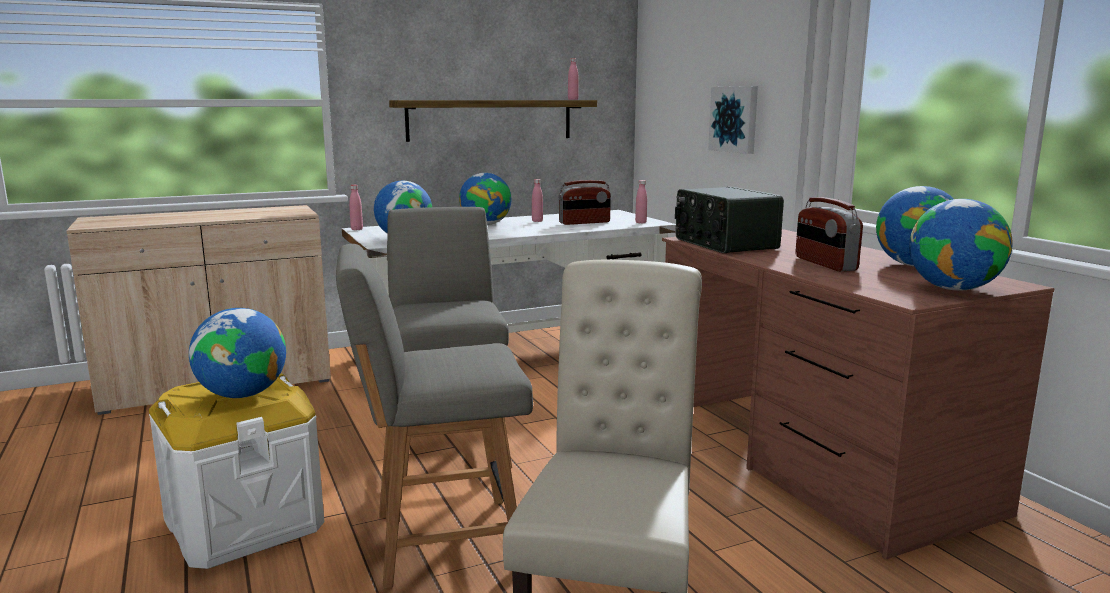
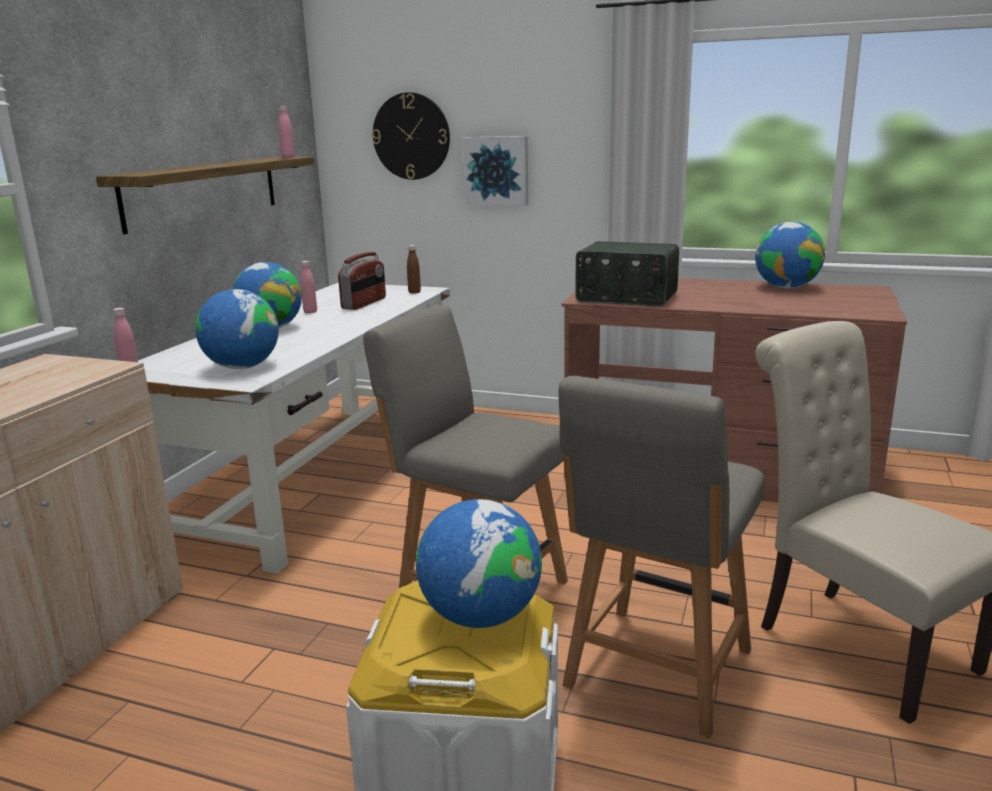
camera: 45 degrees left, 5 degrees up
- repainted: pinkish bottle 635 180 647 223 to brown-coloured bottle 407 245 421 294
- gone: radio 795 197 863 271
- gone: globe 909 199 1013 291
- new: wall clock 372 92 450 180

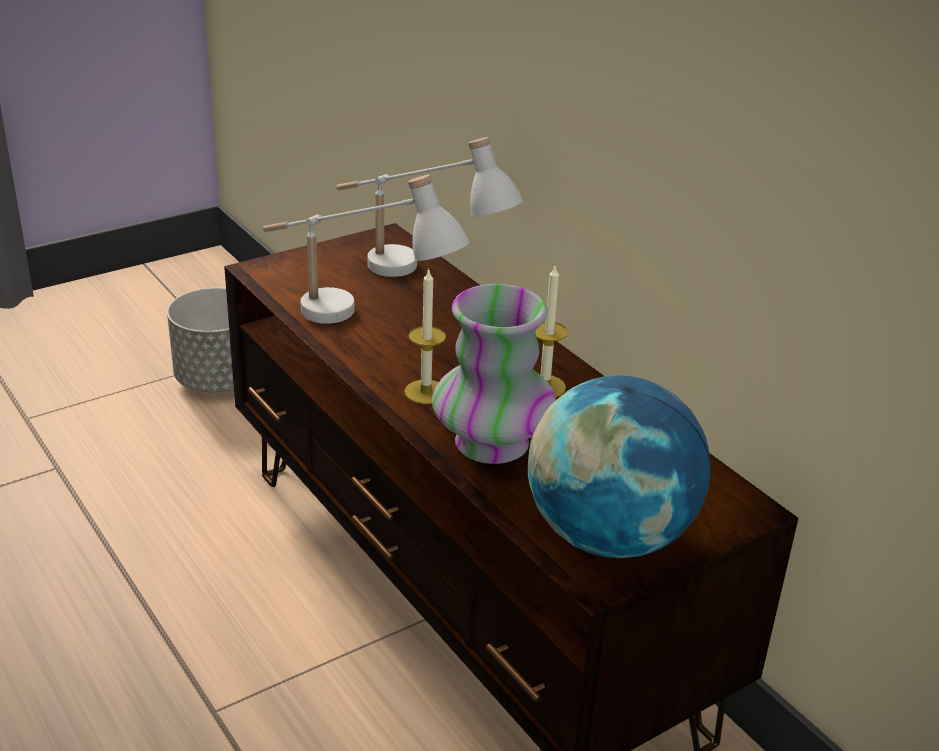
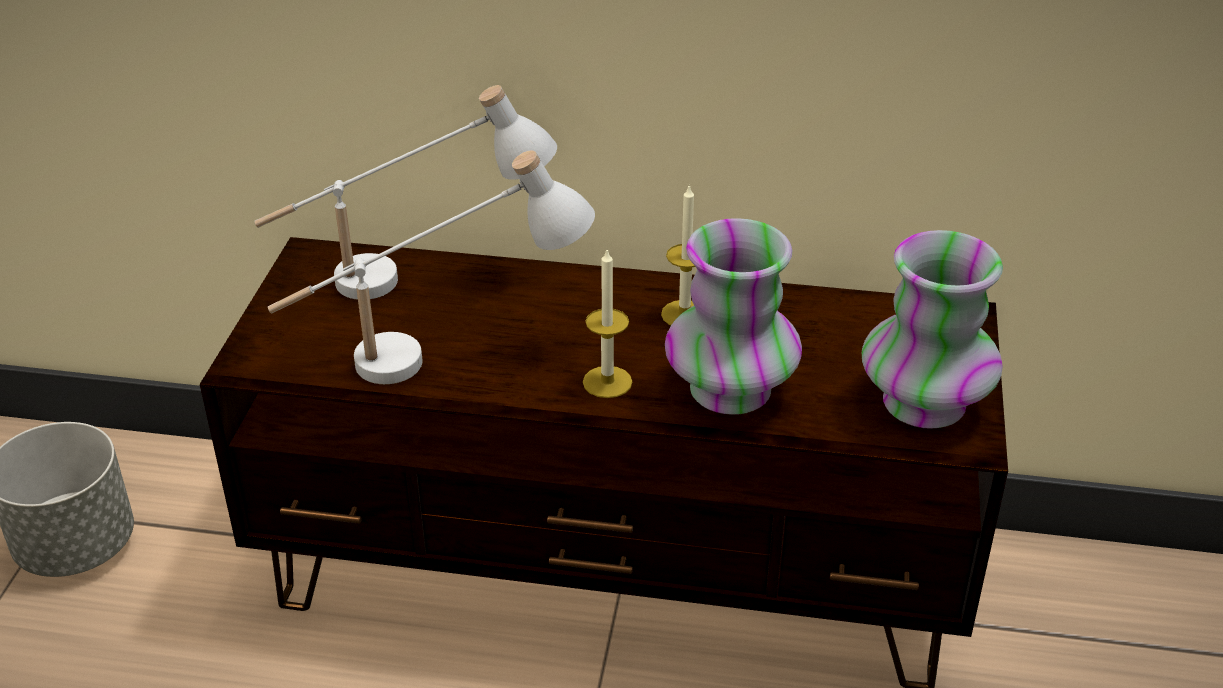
camera: 45 degrees left, 5 degrees up
- swapped: globe 528 375 711 558 to vase 862 230 1003 429

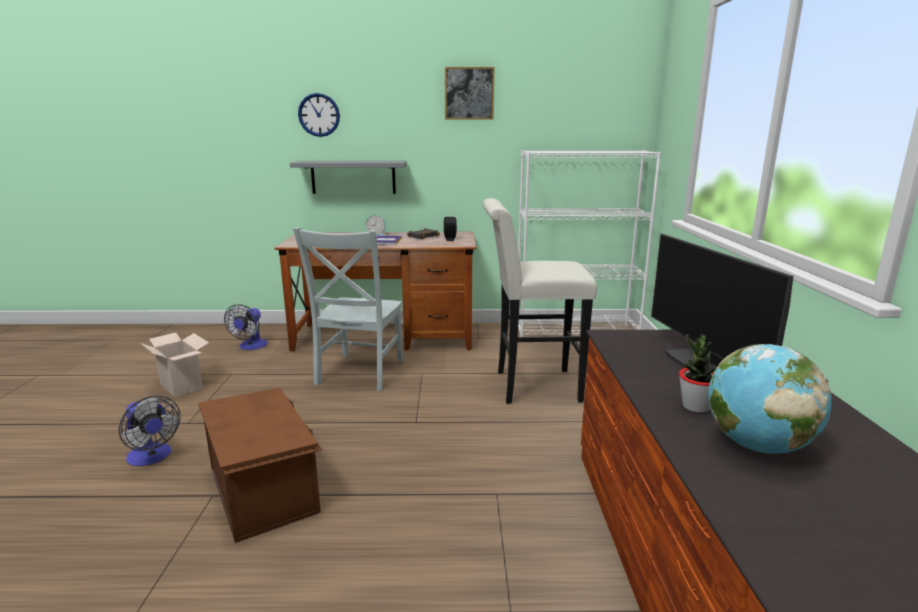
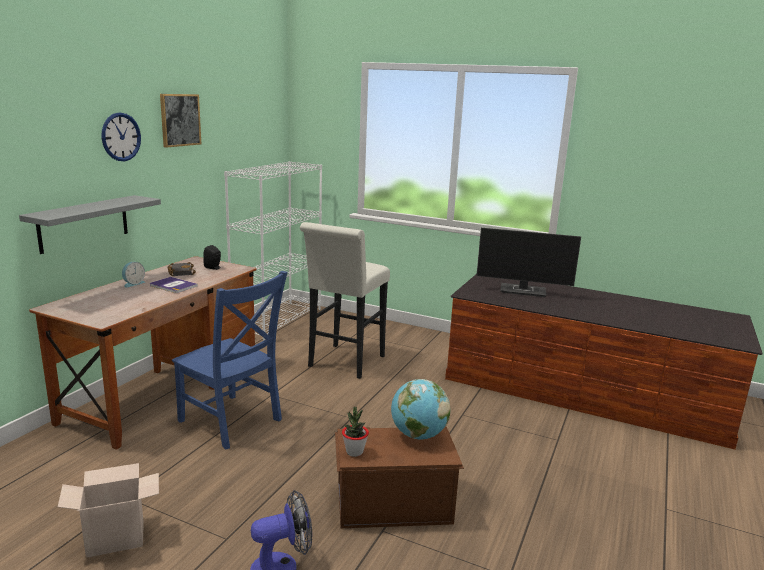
camera: 65 degrees left, 0 degrees up
- shifted: wall clock 298 93 340 137 to 101 113 141 161
- repainted: greyish plain chair 293 227 403 391 to bluish plain chair 172 271 288 450
- gone: cooling fan 224 304 268 350
- shifted: houseplant 679 335 717 413 to 342 407 369 457
- shifted: globe 708 344 832 454 to 391 379 450 439

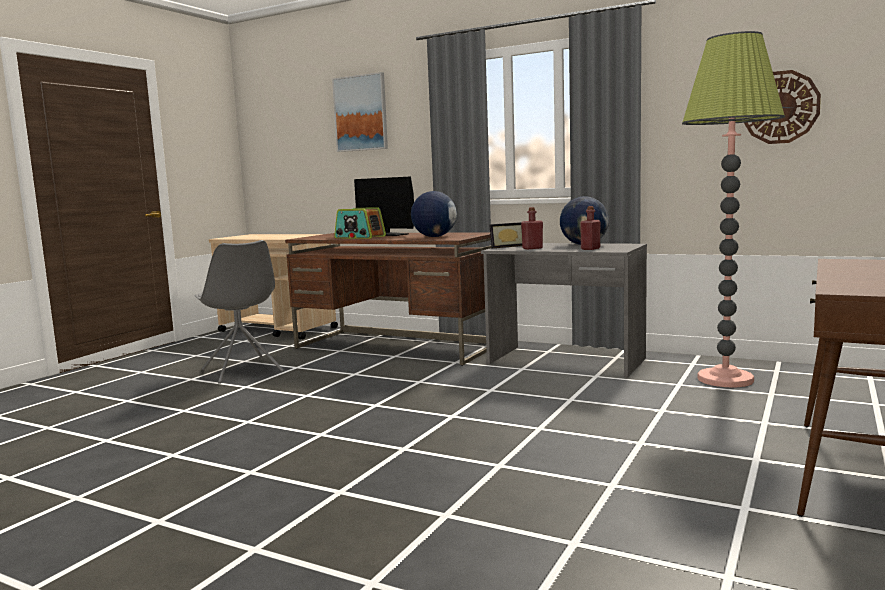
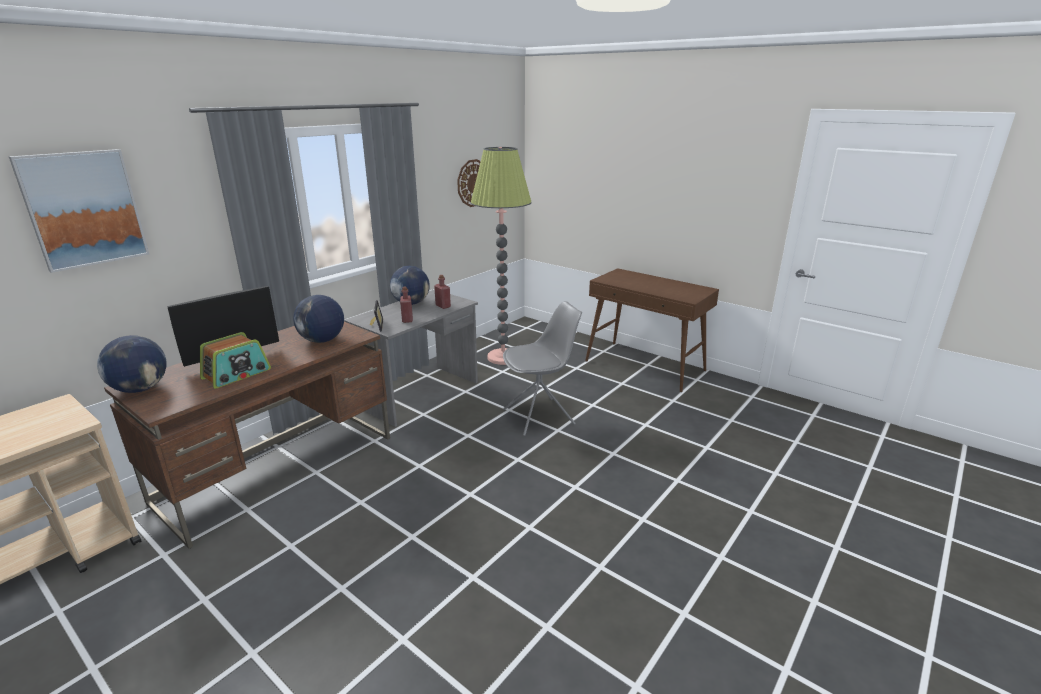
camera: 80 degrees left, 15 degrees up
- shifted: greyish plain chair 195 240 284 384 to 503 301 582 436
- new: globe 97 335 167 393

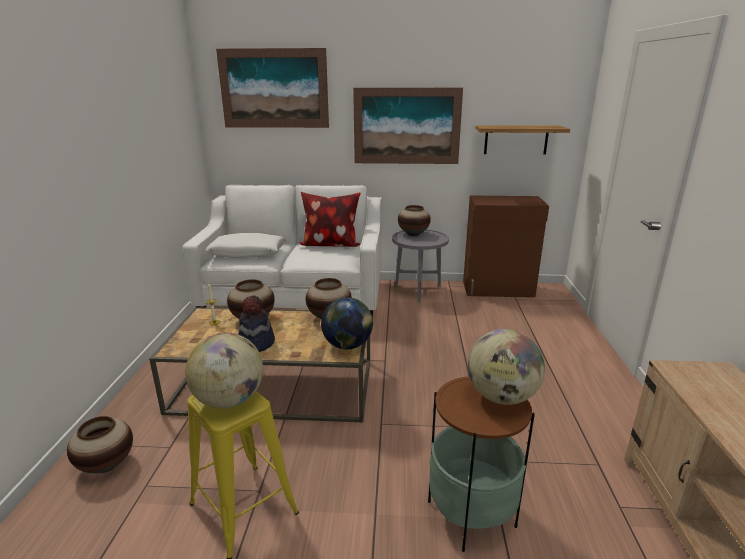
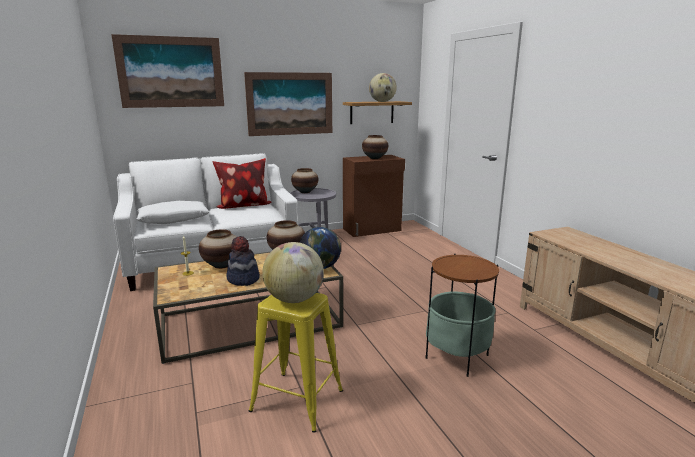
camera: 25 degrees left, 5 degrees down
- shifted: globe 468 329 545 405 to 369 73 397 102
- shifted: vase 67 416 133 473 to 362 135 388 159

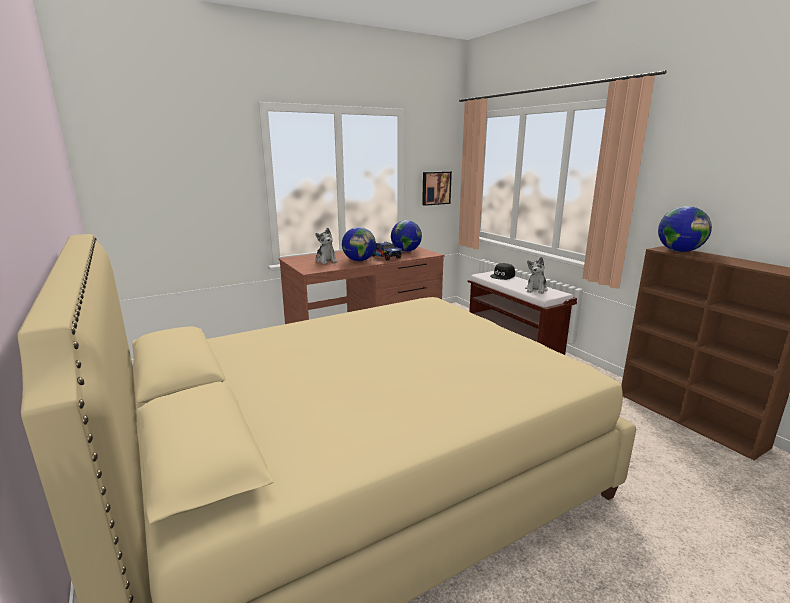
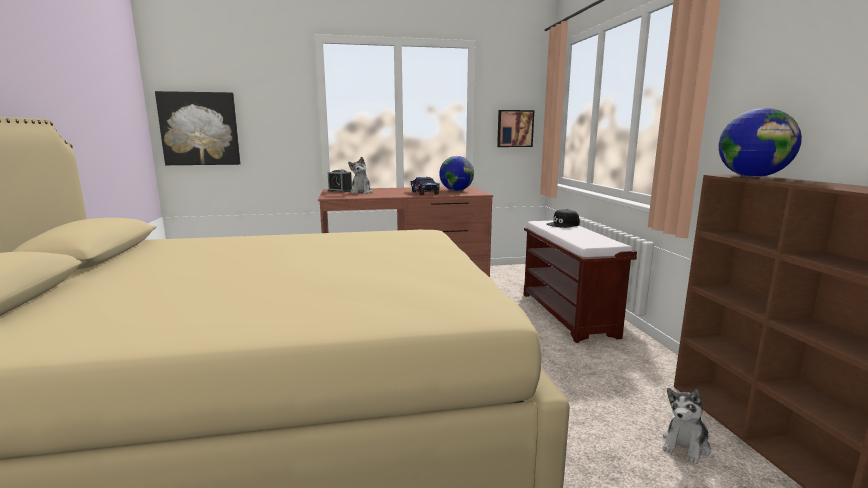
camera: 20 degrees right, 5 degrees down
- gone: globe 342 227 376 261
- shifted: plush toy 525 257 548 294 to 662 388 711 464
- new: wall art 155 91 241 165
- new: alarm clock 328 170 352 193

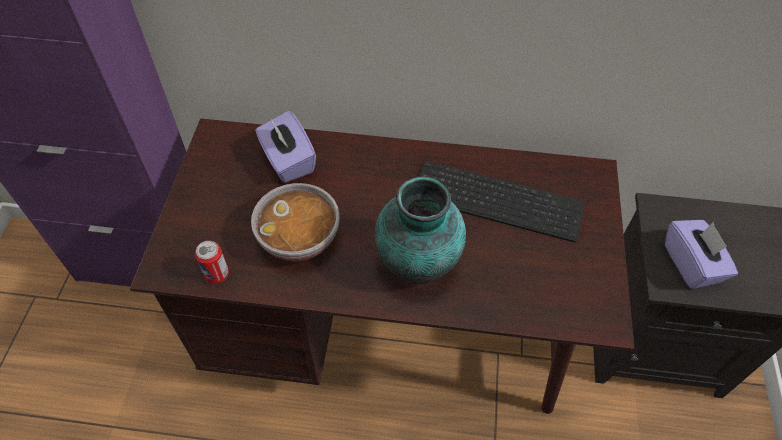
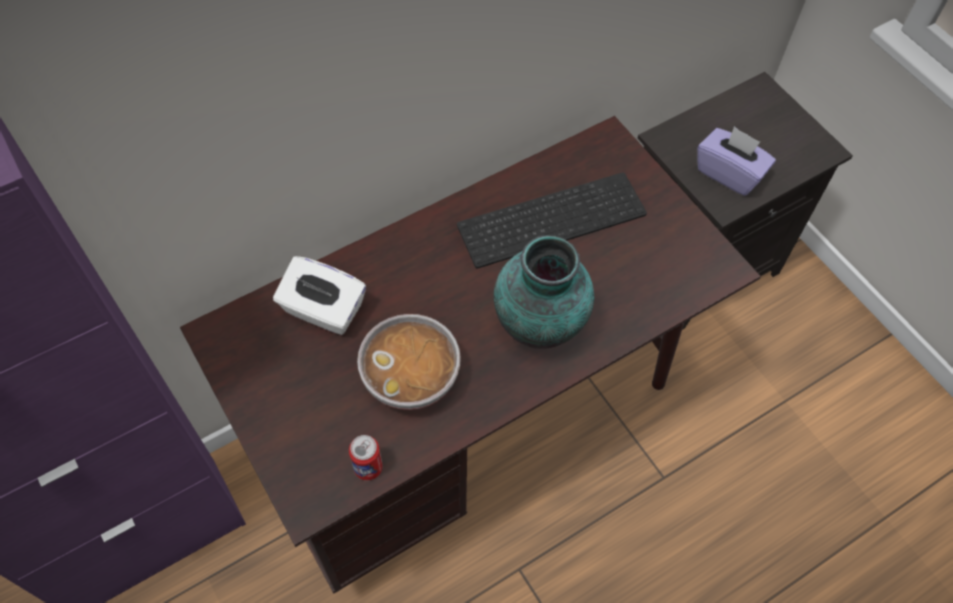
camera: 40 degrees left, 5 degrees up
- repainted: purple box of tissues 255 111 316 183 to white-coloured box of tissues 273 256 366 335

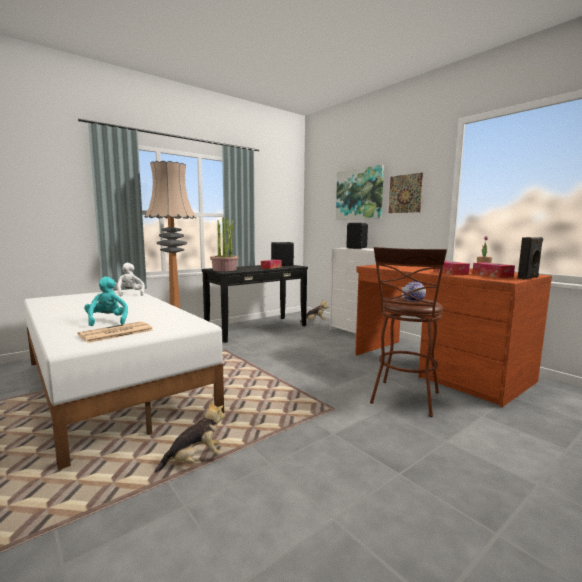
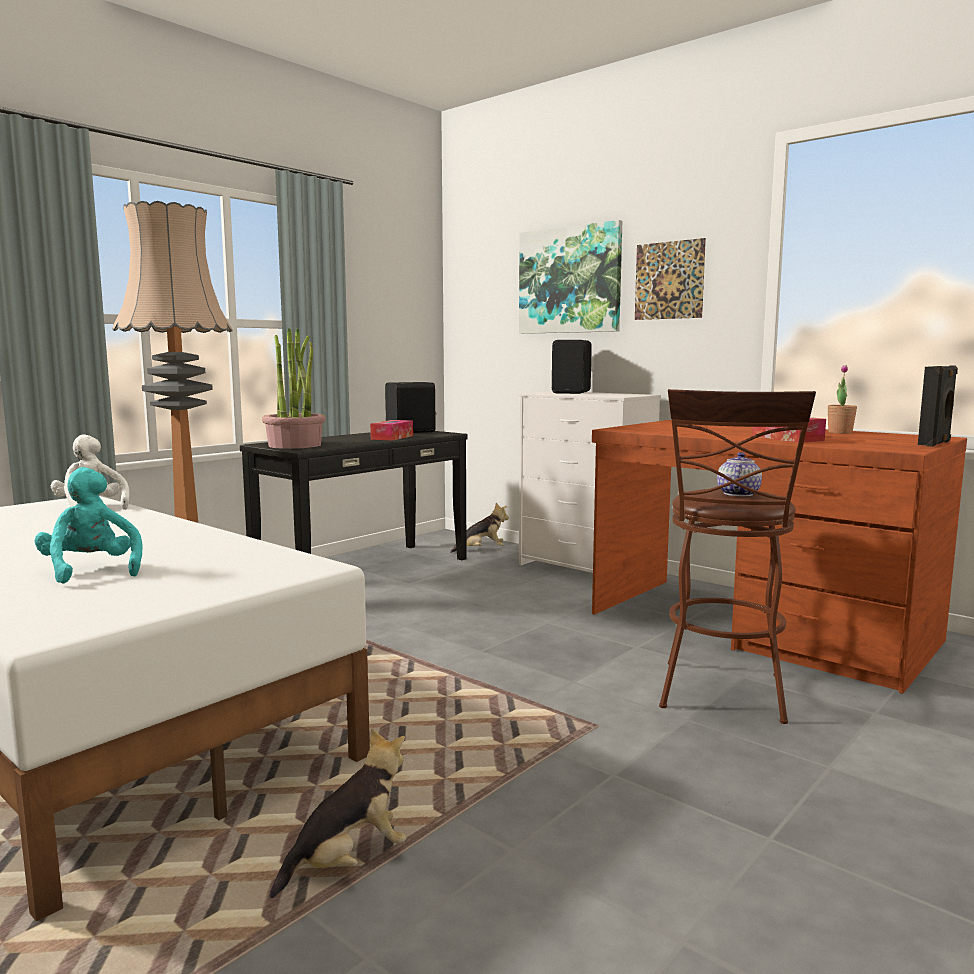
camera: 10 degrees left, 0 degrees up
- gone: box of tissues 472 262 515 278
- gone: daily paper 78 321 153 343

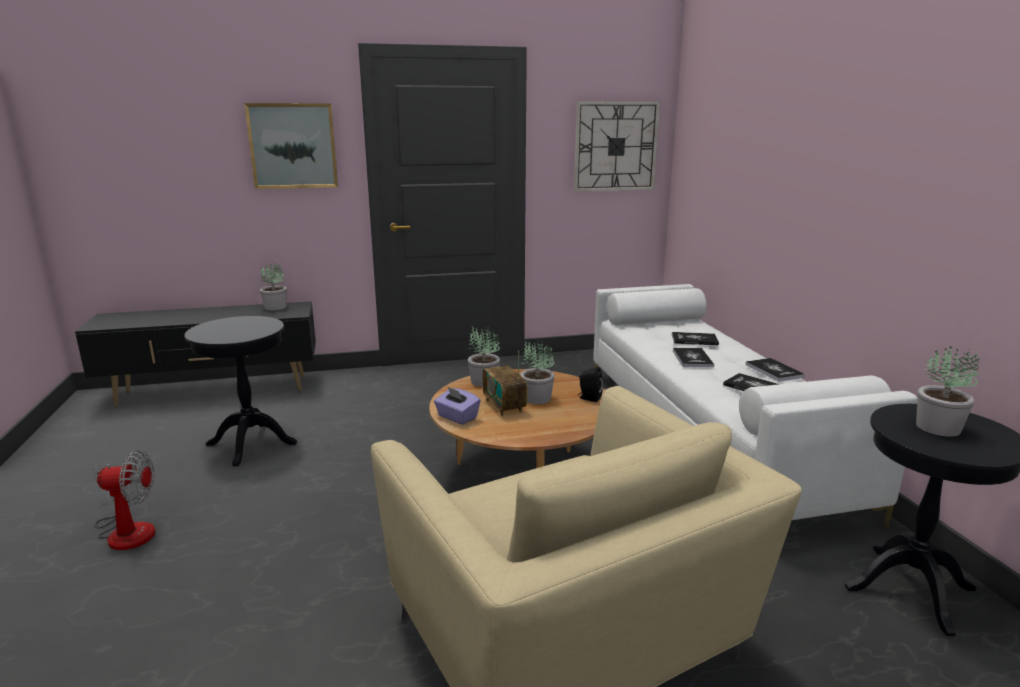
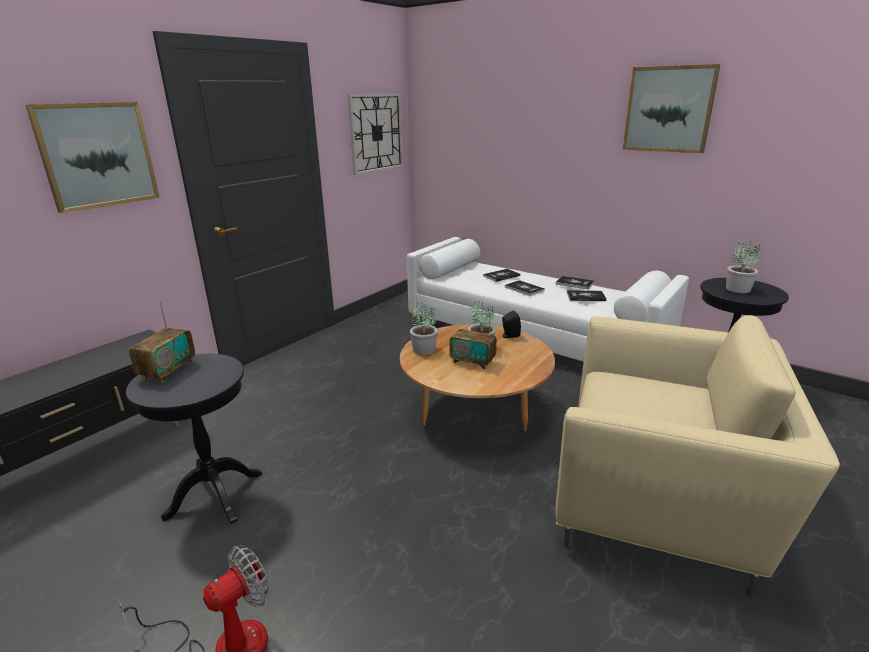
camera: 40 degrees left, 5 degrees up
- gone: houseplant 260 263 287 310
- gone: purple box of tissues 434 386 481 425
- new: wall art 623 64 721 153
- new: radio 129 302 195 383

